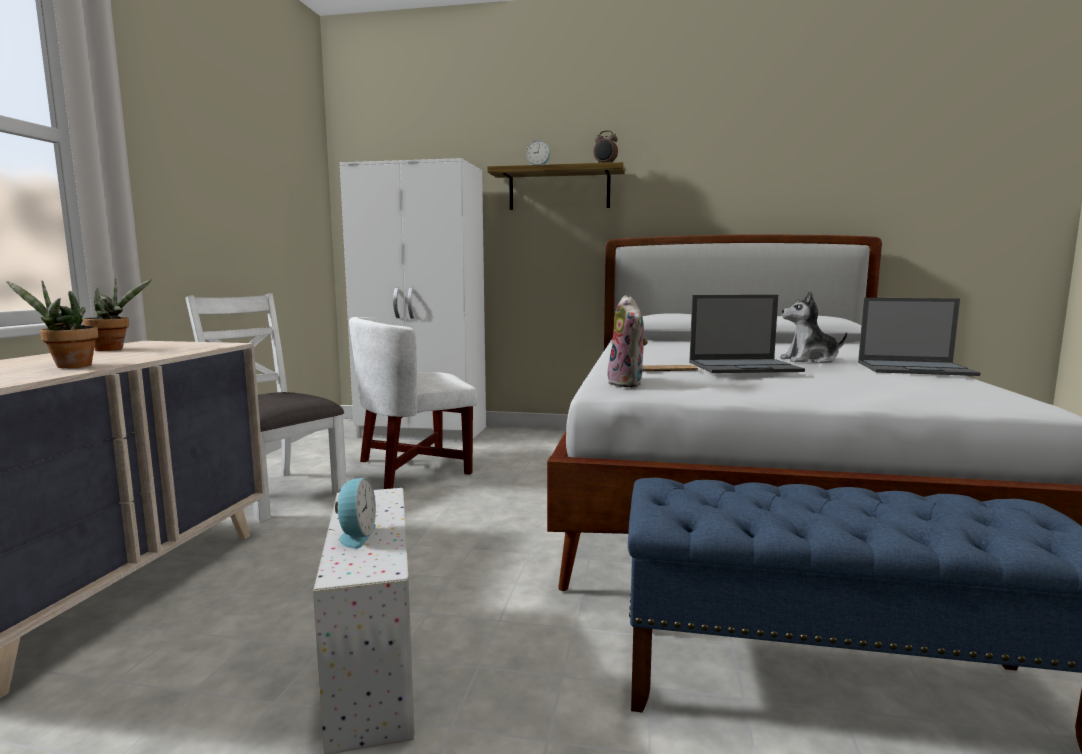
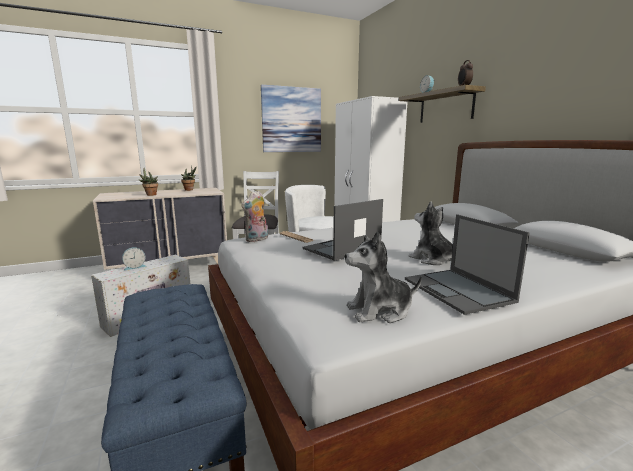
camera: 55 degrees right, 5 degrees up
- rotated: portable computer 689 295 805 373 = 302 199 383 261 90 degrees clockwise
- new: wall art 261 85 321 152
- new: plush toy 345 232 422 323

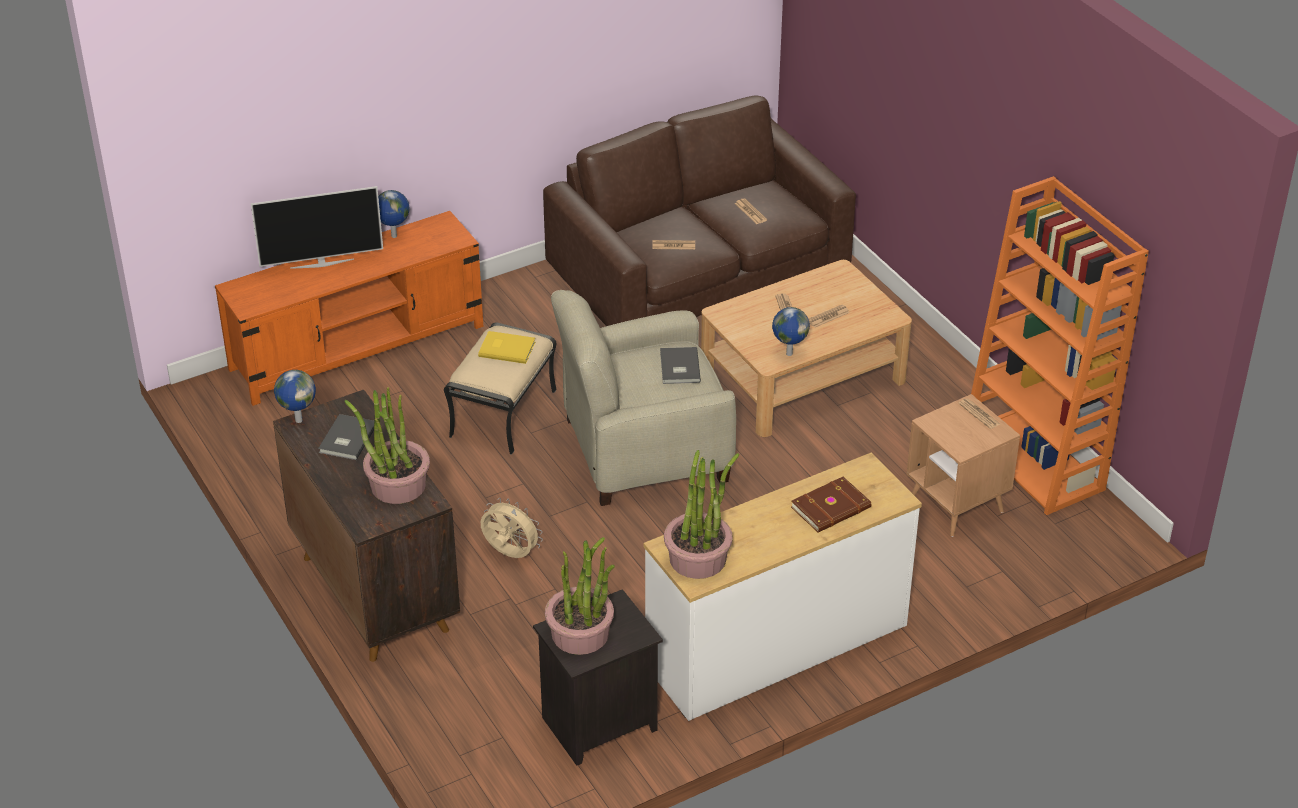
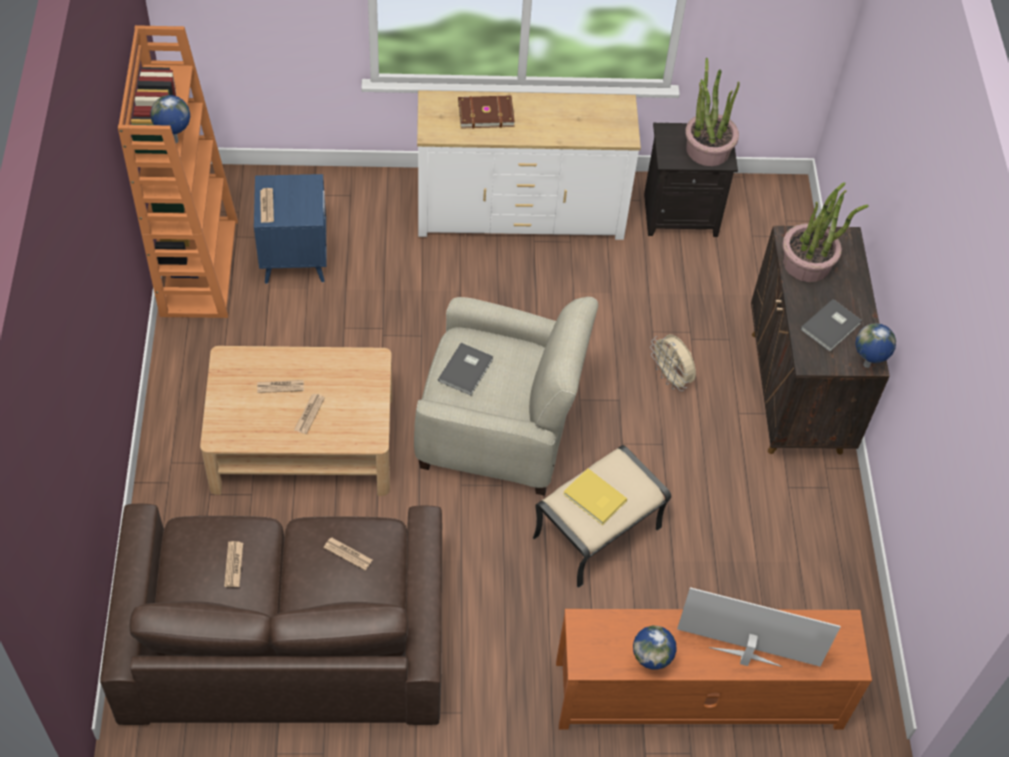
camera: 155 degrees left, 15 degrees up
- shifted: globe 772 307 810 356 to 150 95 190 143
- repainted: brown-coloured side table 907 394 1020 537 to bluish side table 254 174 327 284
- gone: houseplant 664 450 739 579

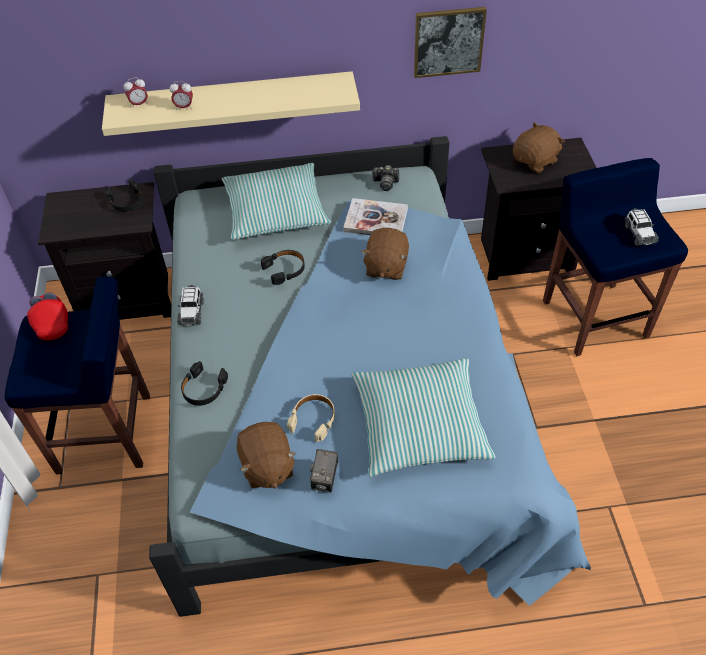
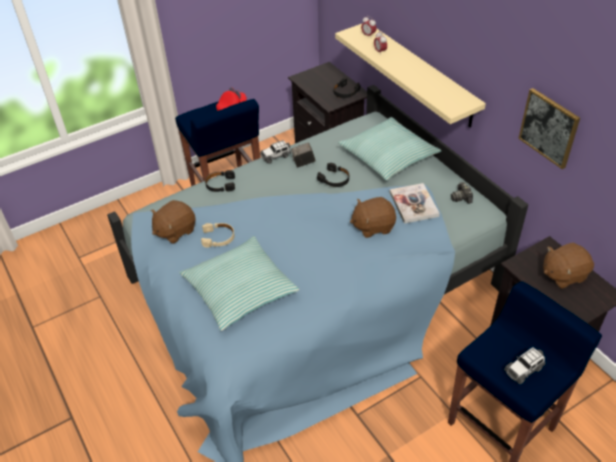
camera: 65 degrees right, 5 degrees down
- rotated: brown-coloured plush toy 513 122 565 173 = 544 243 594 289 135 degrees clockwise
- shifted: photo camera 310 449 338 493 to 291 142 315 167

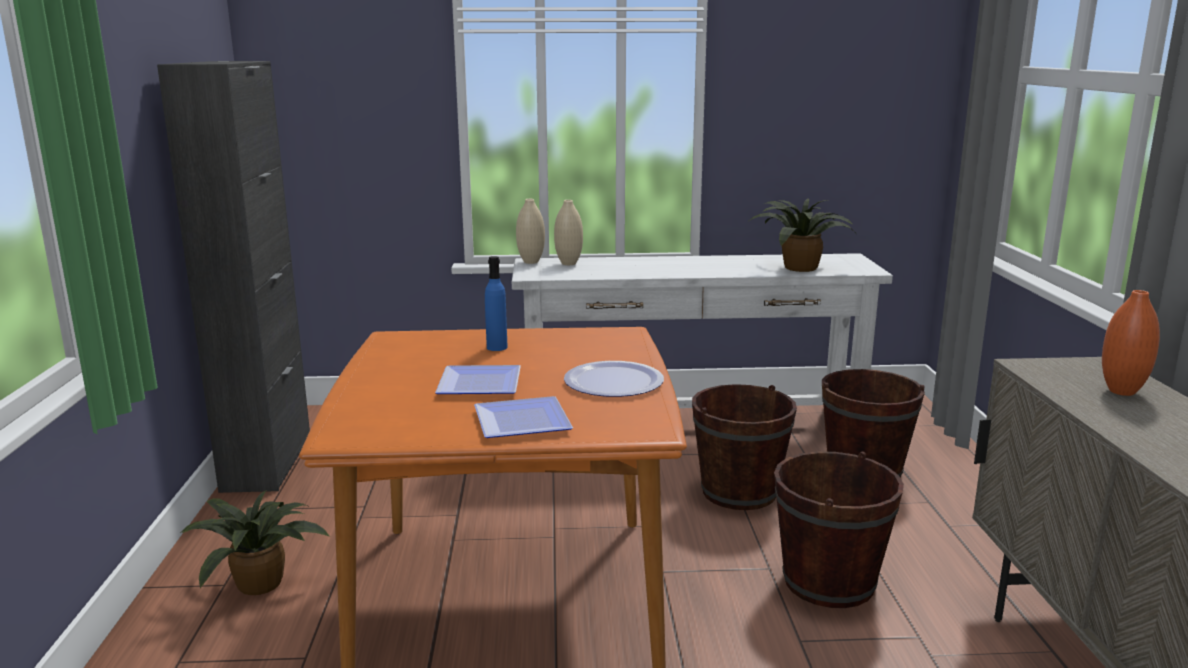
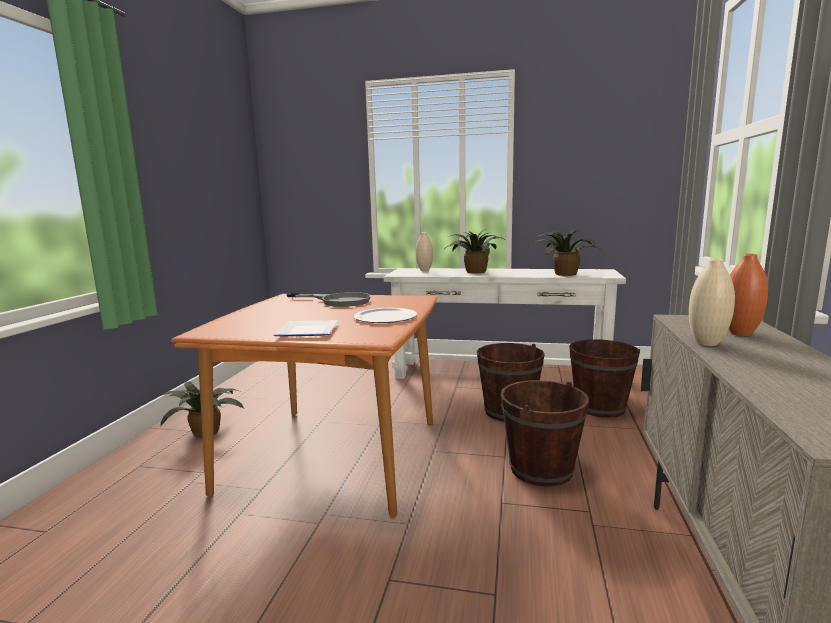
camera: 15 degrees right, 5 degrees down
- gone: black-coloured storage cabinet 157 61 310 493
- shifted: beige-coloured vase 516 199 545 264 to 689 258 735 346
- swapped: bluish bottle 485 256 508 351 to greyish skillet 286 292 371 307
- gone: flat dish 435 365 521 394
- new: houseplant 447 229 504 273

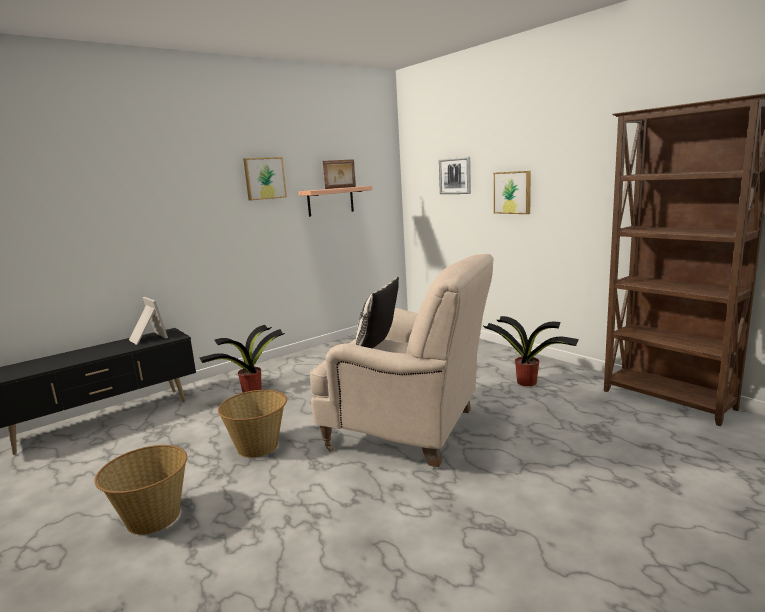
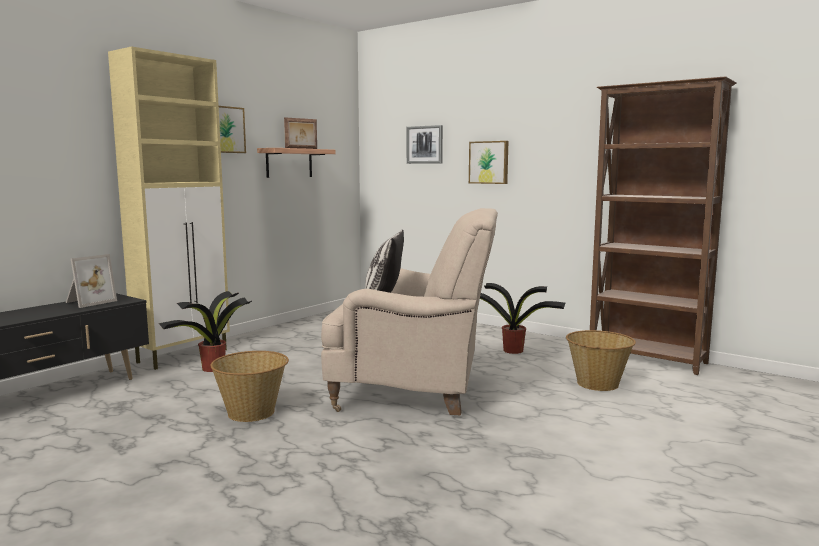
camera: 15 degrees left, 5 degrees down
- rotated: picture frame 129 297 168 345 = 66 254 117 308 90 degrees clockwise
- shifted: household basket 94 445 187 535 to 566 330 636 391
- new: beige-coloured storage cabinet 108 46 230 370

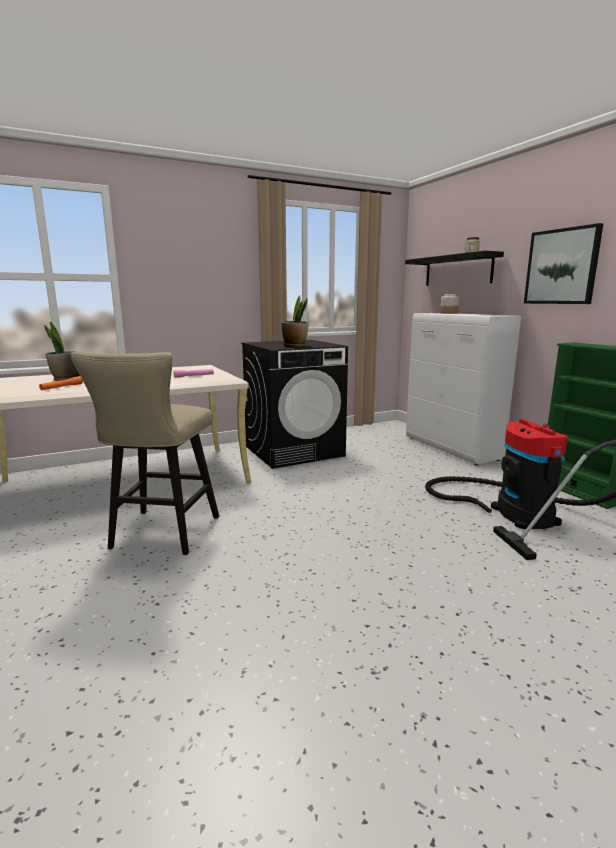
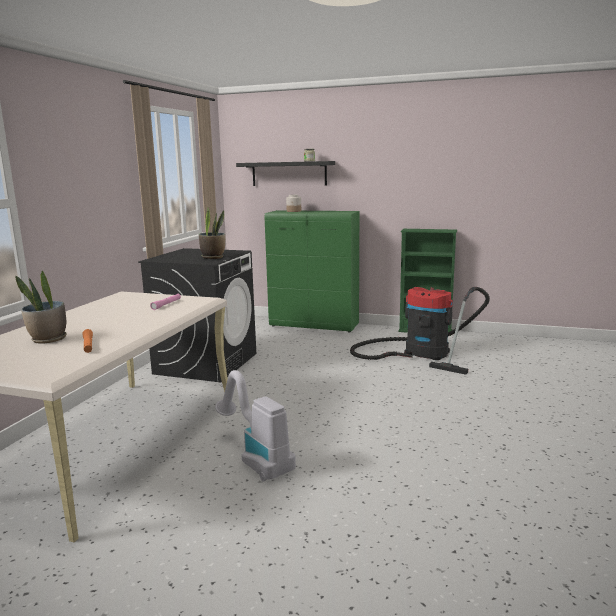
camera: 45 degrees left, 0 degrees up
- gone: wall art 524 223 603 304
- repainted: white-coloured storage cabinet 406 313 521 465 to greenish storage cabinet 265 210 359 333
- swapped: beige-coloured sitting stool 70 351 219 555 to vacuum 215 370 296 482

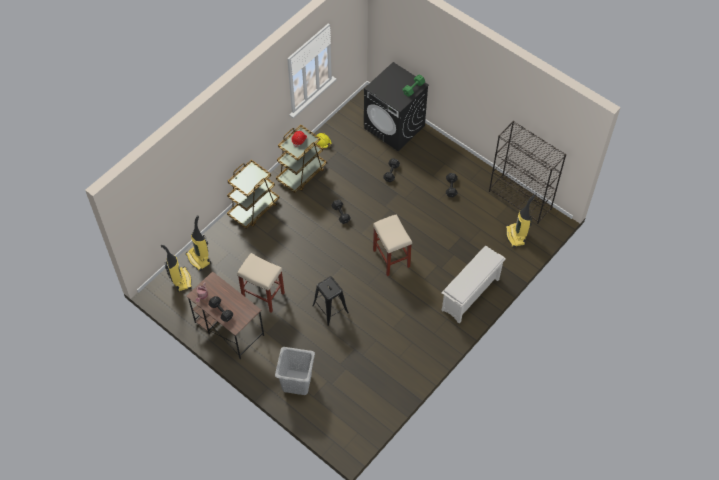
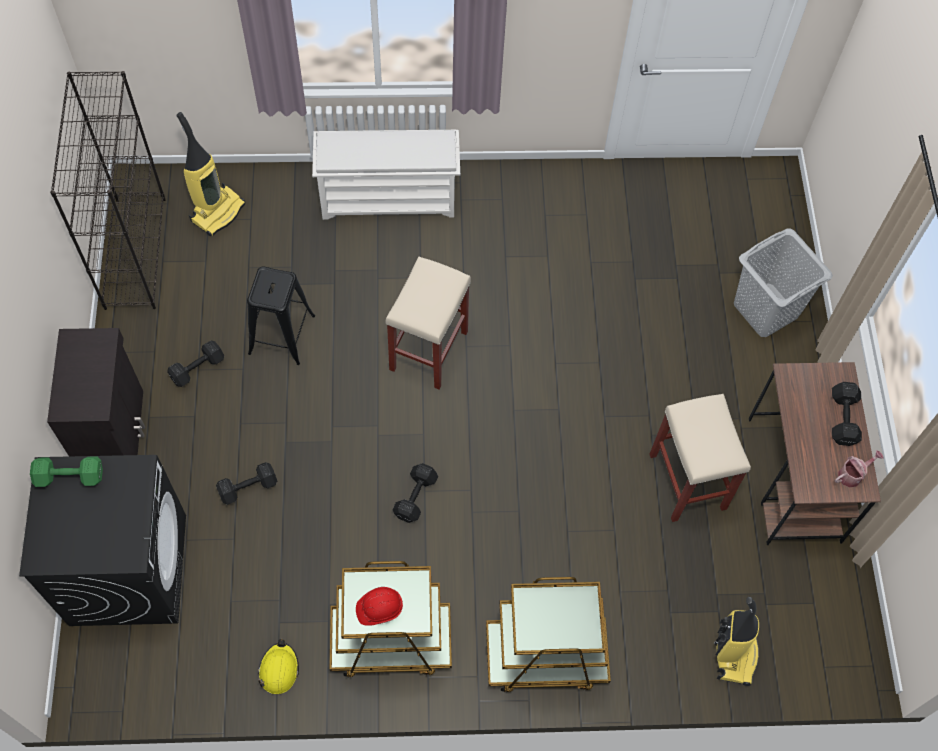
camera: 135 degrees left, 5 degrees up
- gone: vacuum 161 245 192 292
- shifted: black-coloured sitting stool 312 277 349 326 to 247 266 315 365
- new: black-coloured storage cabinet 47 328 145 456

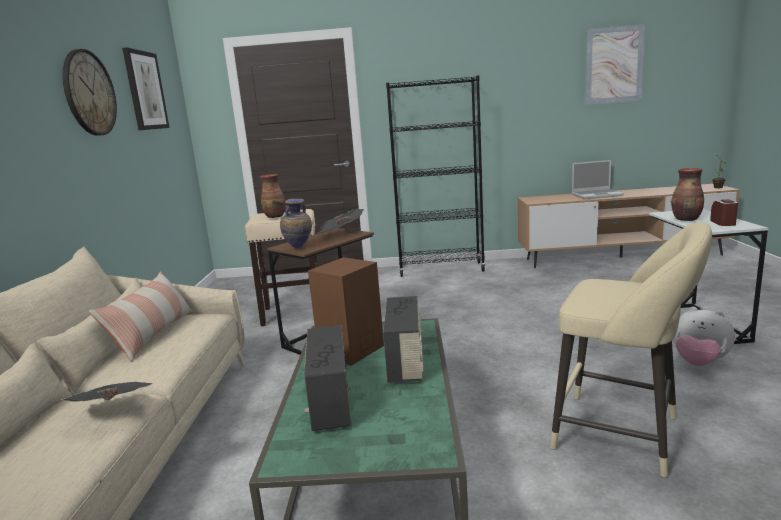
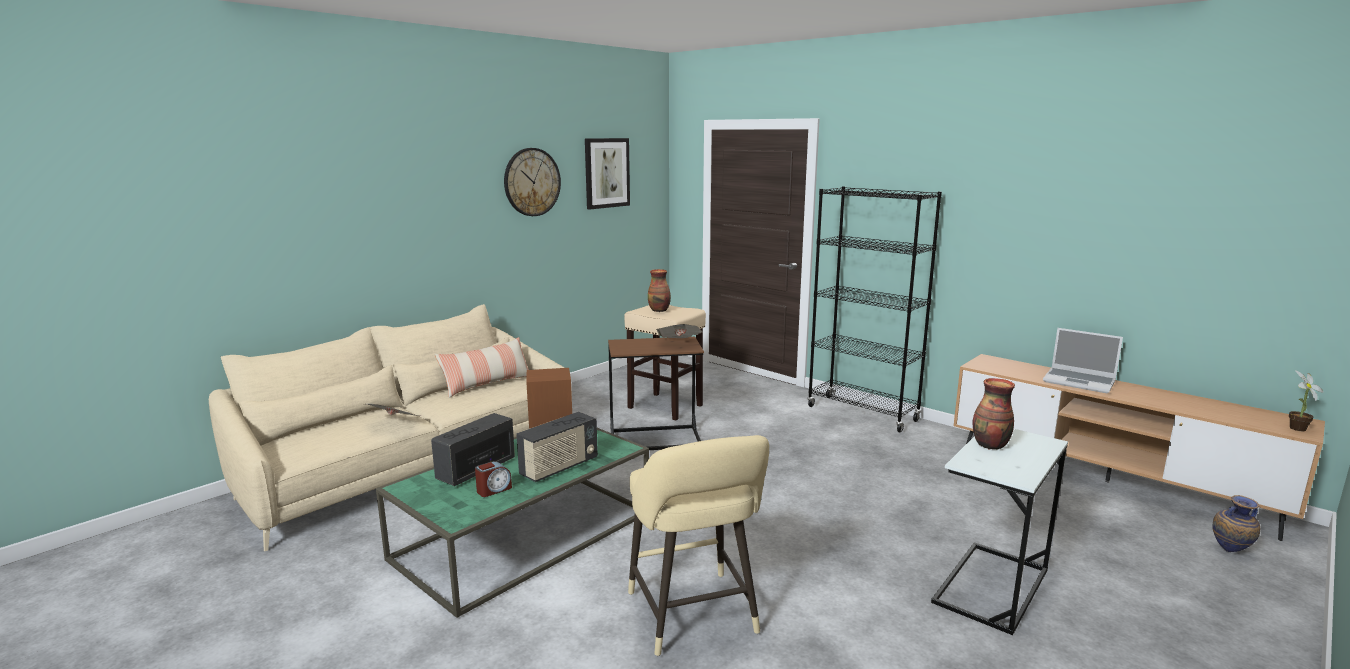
camera: 40 degrees right, 0 degrees up
- gone: wall art 585 24 645 105
- shifted: vase 280 199 312 249 to 1212 495 1260 552
- shifted: alarm clock 710 199 738 226 to 475 461 512 497
- gone: plush toy 674 307 735 366

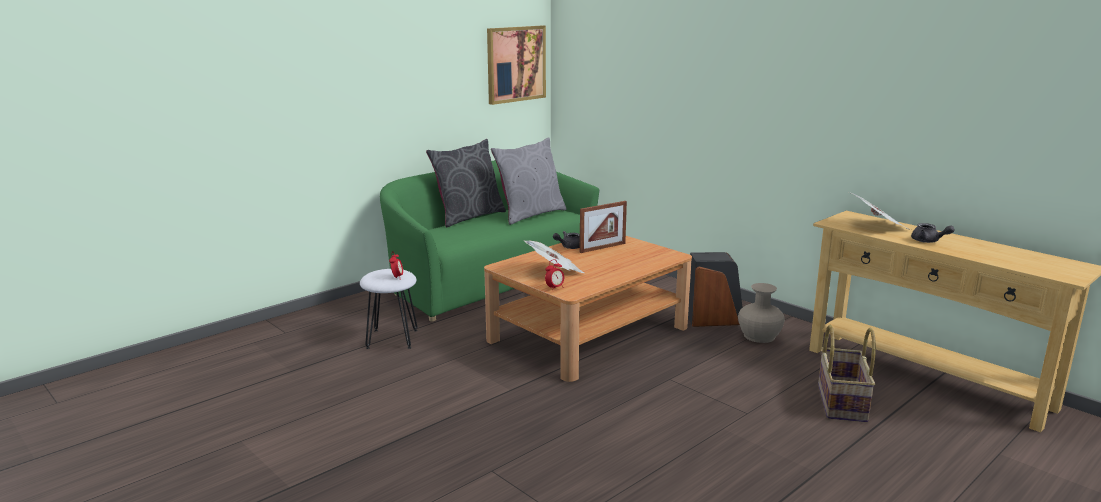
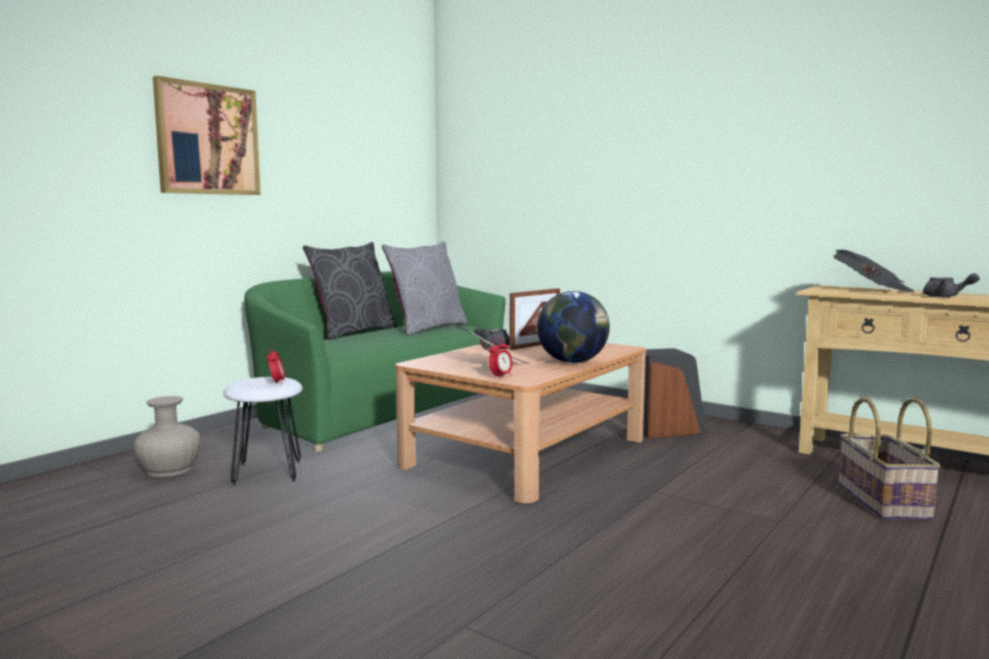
camera: 10 degrees left, 10 degrees down
- shifted: wall art 487 25 546 105 to 153 76 261 195
- shifted: beige-coloured vase 738 283 785 343 to 134 396 201 477
- new: globe 537 291 610 363

